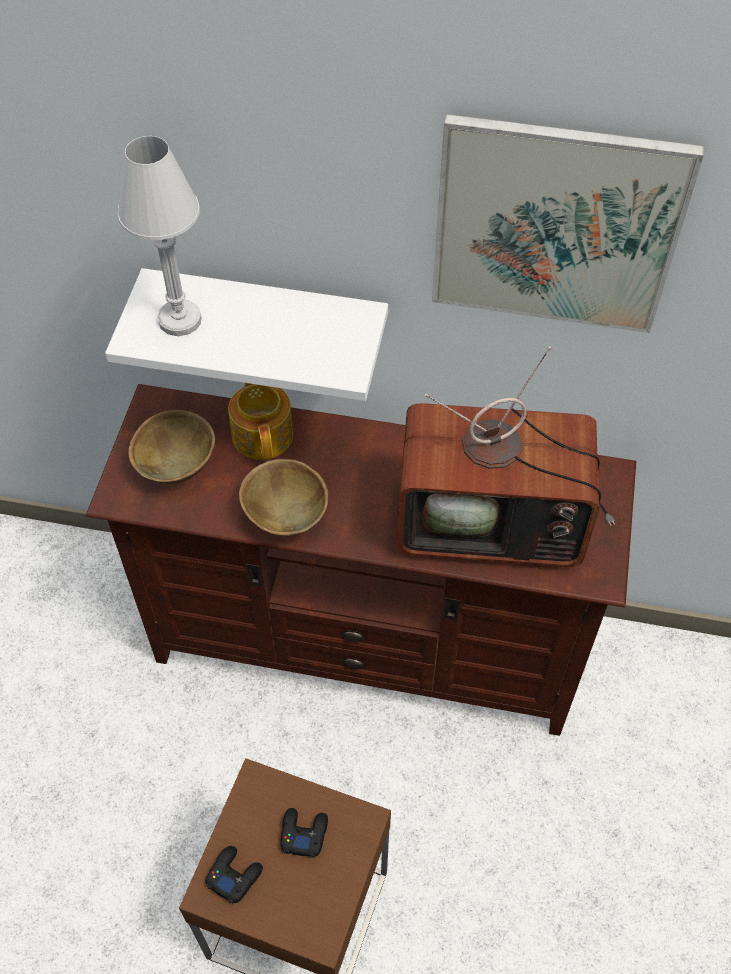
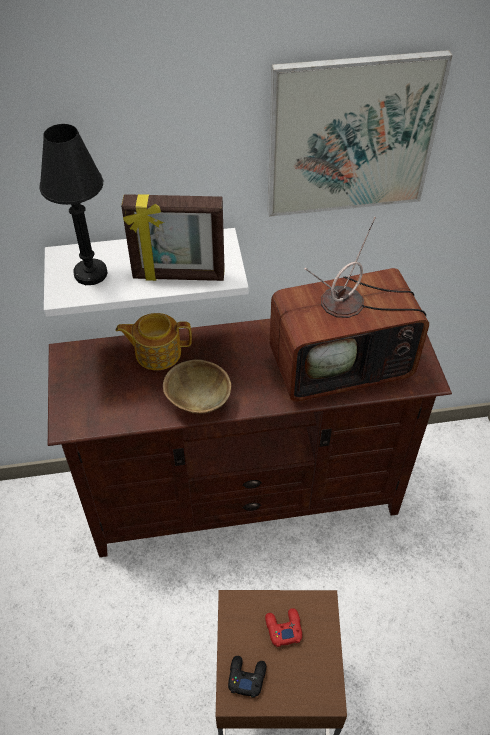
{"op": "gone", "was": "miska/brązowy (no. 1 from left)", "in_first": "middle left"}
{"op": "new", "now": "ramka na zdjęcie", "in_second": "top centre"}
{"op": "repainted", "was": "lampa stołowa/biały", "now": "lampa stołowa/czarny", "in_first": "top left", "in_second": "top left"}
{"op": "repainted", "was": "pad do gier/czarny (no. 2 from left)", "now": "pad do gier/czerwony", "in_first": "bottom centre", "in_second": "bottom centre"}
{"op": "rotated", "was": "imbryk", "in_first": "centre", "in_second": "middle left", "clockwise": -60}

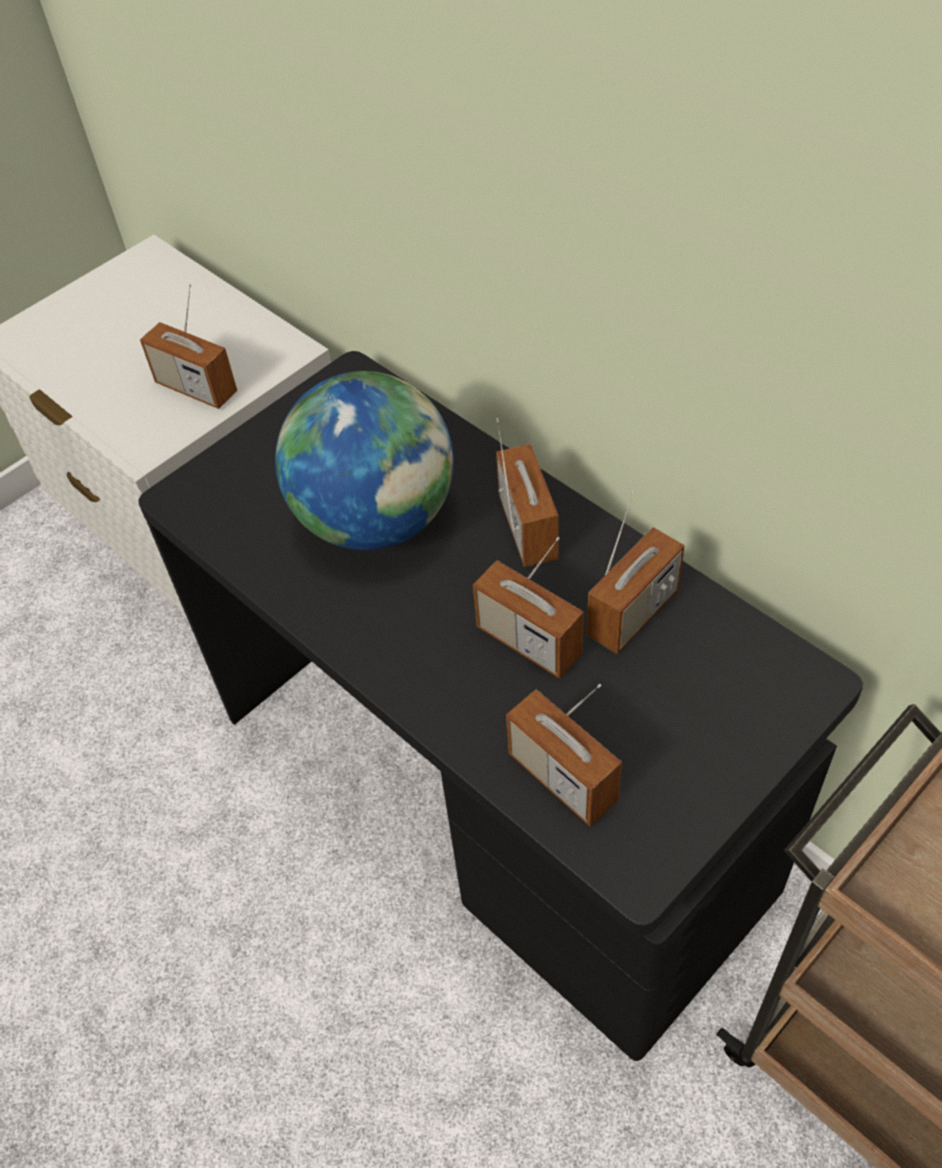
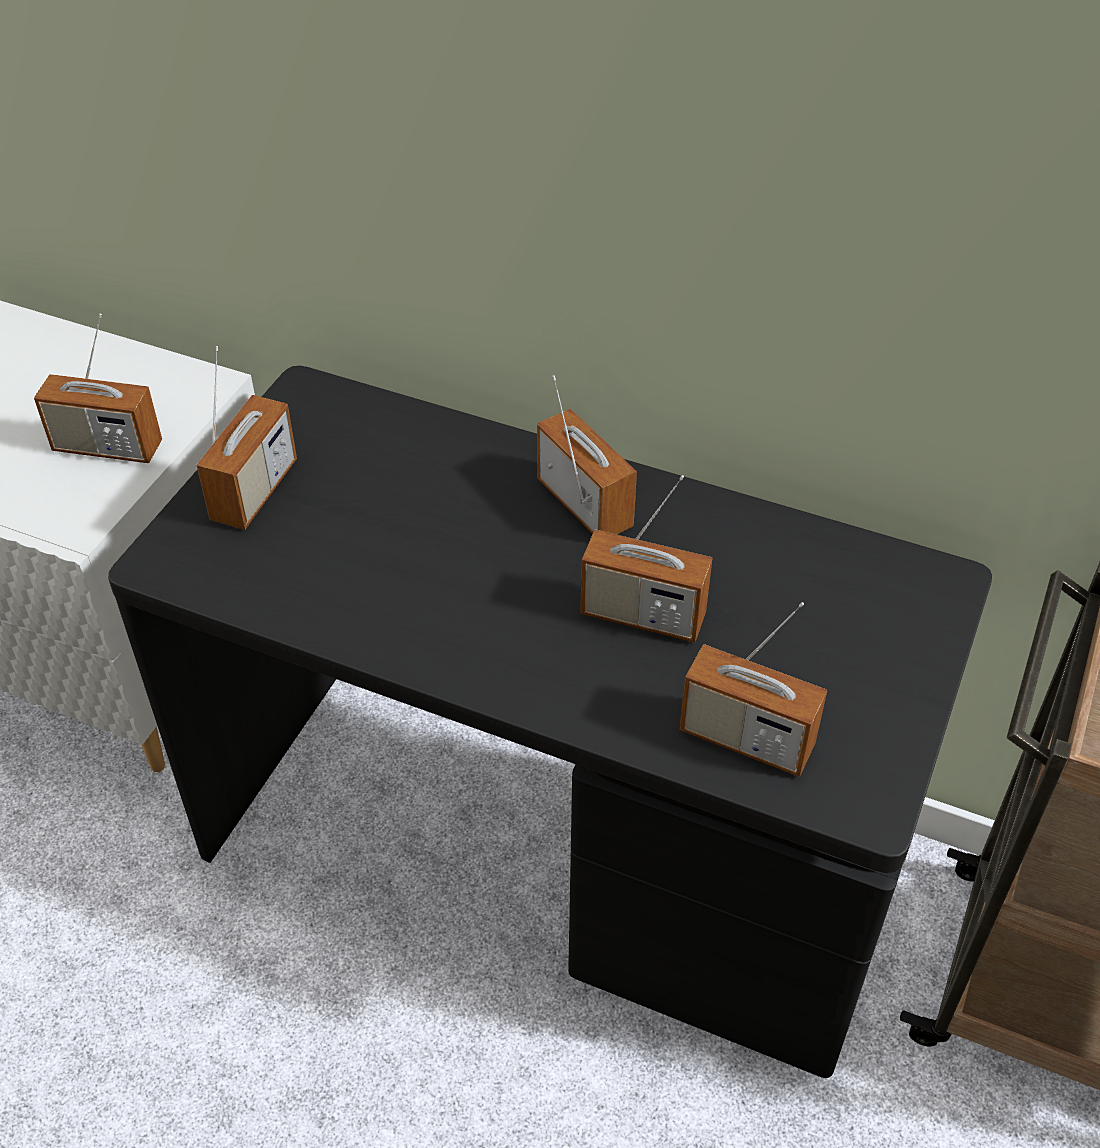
{"op": "gone", "was": "globus", "in_first": "centre"}
{"op": "shifted", "was": "radio (no. 5 from left in the first image)", "now": "radio (no. 2 from left)", "in_first": "middle right", "in_second": "middle left"}

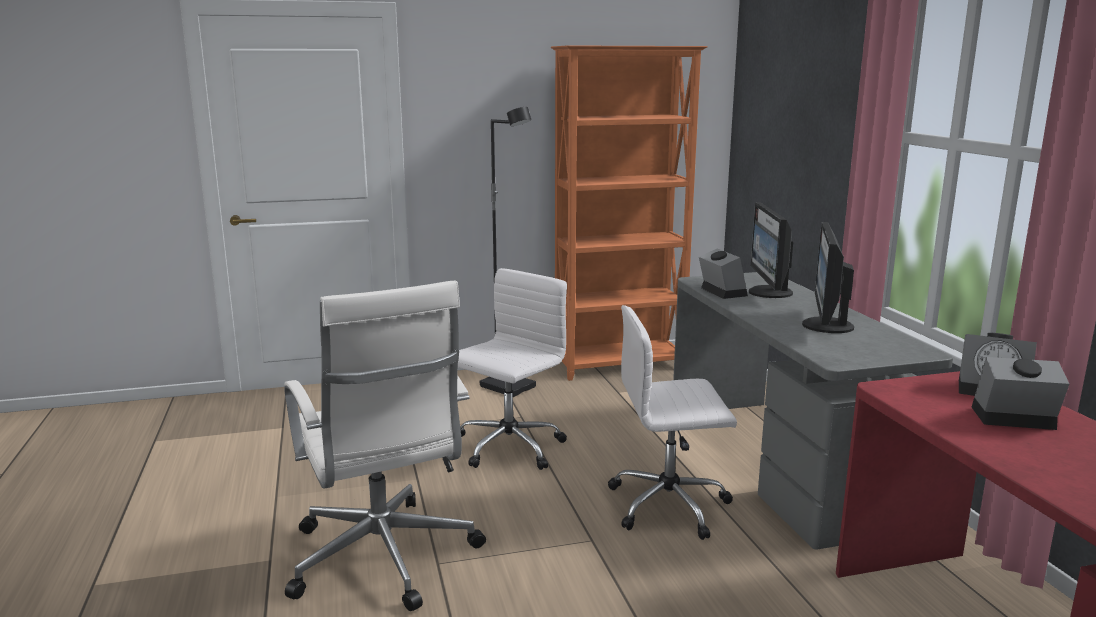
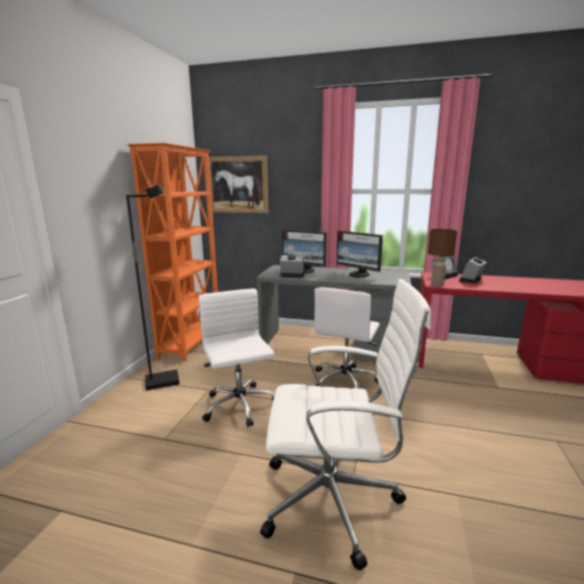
{"op": "new", "now": "obraz", "in_second": "top centre"}
{"op": "new", "now": "lampa stołowa/brązowy", "in_second": "middle right"}

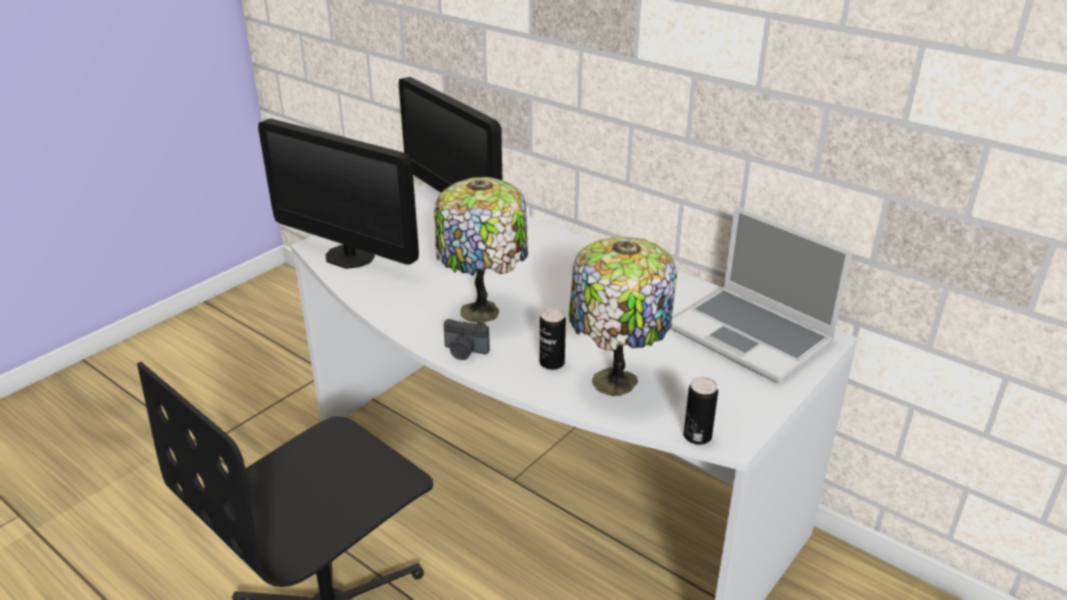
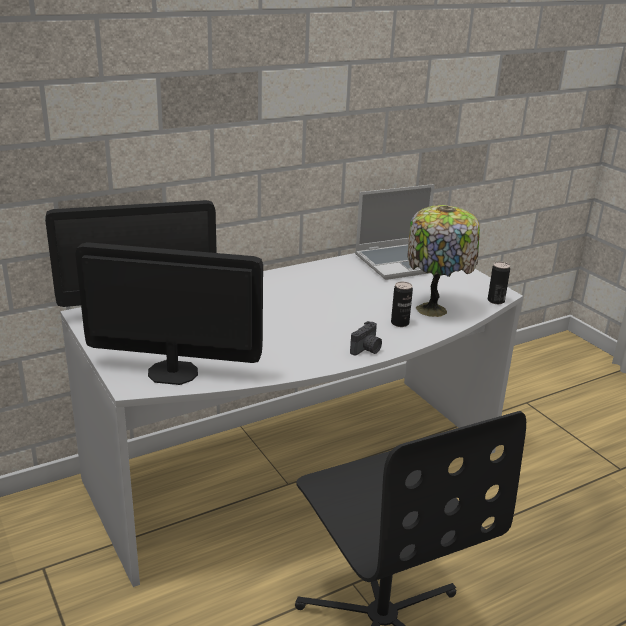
{"op": "gone", "was": "lampa stołowa (no. 1 from left)", "in_first": "centre"}
{"op": "rotated", "was": "monitor (no. 1 from left in the first image)", "in_first": "top left", "in_second": "middle left", "clockwise": -135}

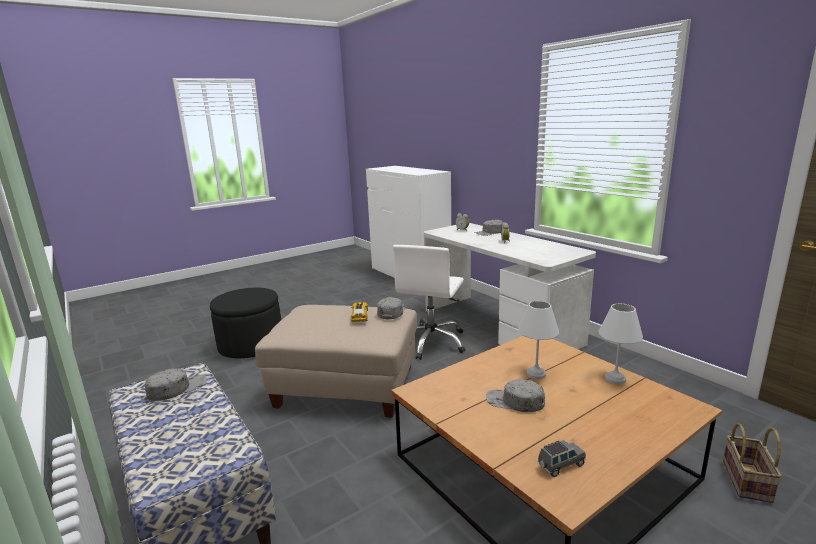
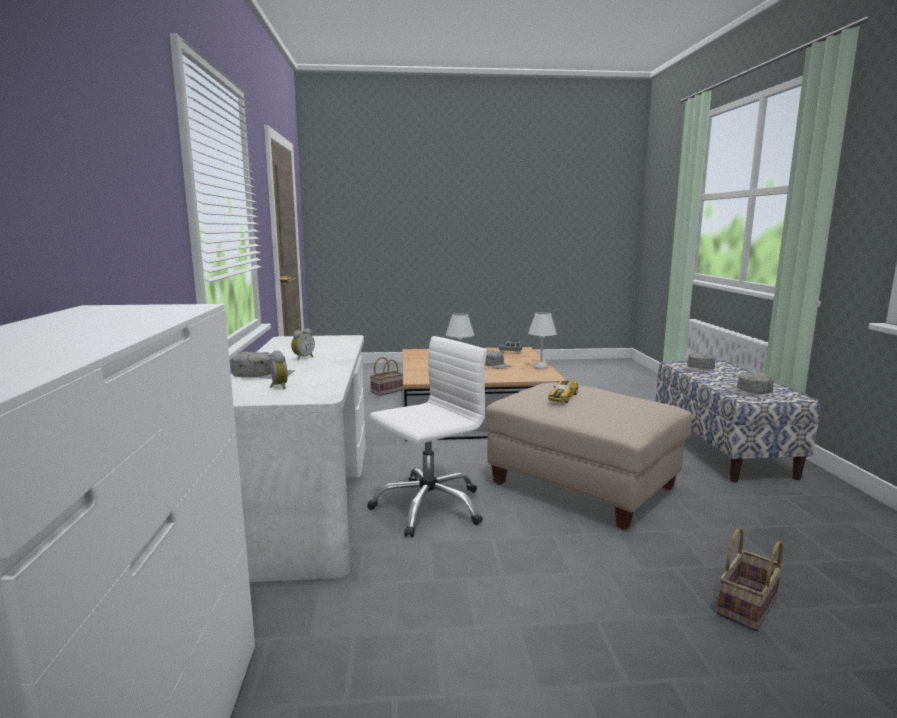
{"op": "shifted", "was": "czapka z daszkiem/szary (no. 2 from left in the first image)", "now": "czapka z daszkiem/szary (no. 3 from left)", "in_first": "centre", "in_second": "middle right"}
{"op": "shifted", "was": "lampa stołowa/biały (no. 2 from left)", "in_first": "middle right", "in_second": "centre"}
{"op": "swapped", "was": "pufa/czarny", "now": "koszyk (no. 2 from left)", "in_first": "middle left", "in_second": "bottom right"}

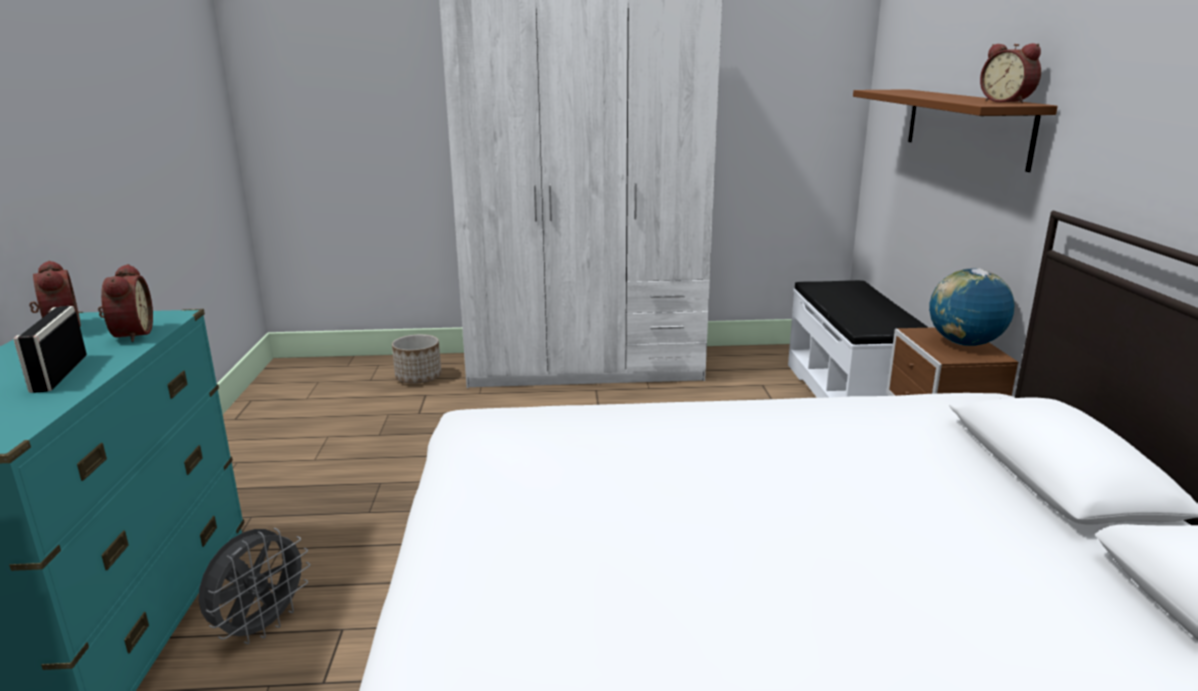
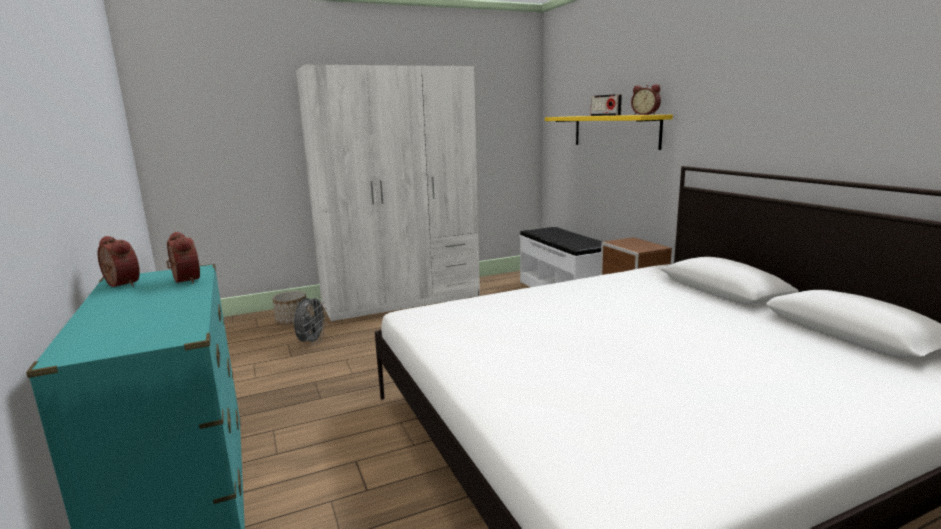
{"op": "gone", "was": "globus", "in_first": "middle right"}
{"op": "shifted", "was": "radio", "in_first": "middle left", "in_second": "top centre"}
{"op": "shifted", "was": "wentylator/szary", "in_first": "bottom left", "in_second": "middle left"}
{"op": "repainted", "was": "półka/brązowy", "now": "półka/żółty", "in_first": "top right", "in_second": "top centre"}

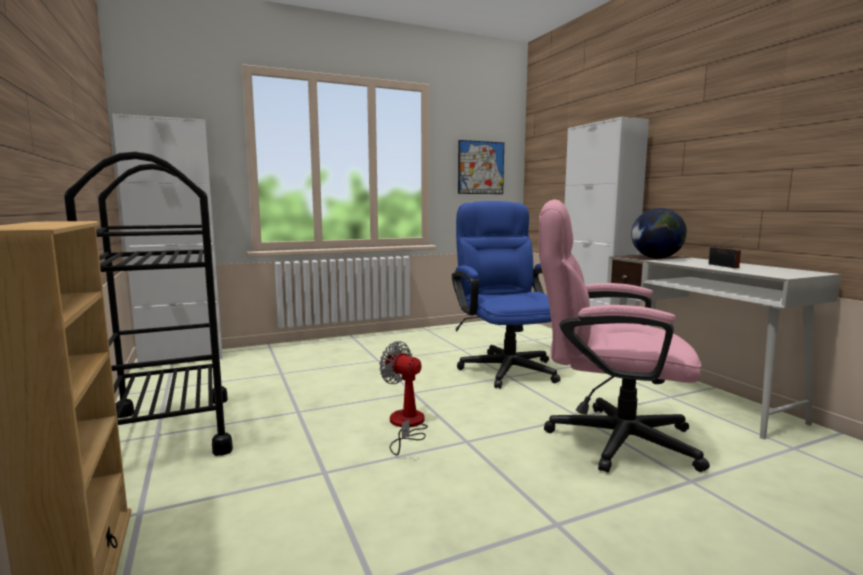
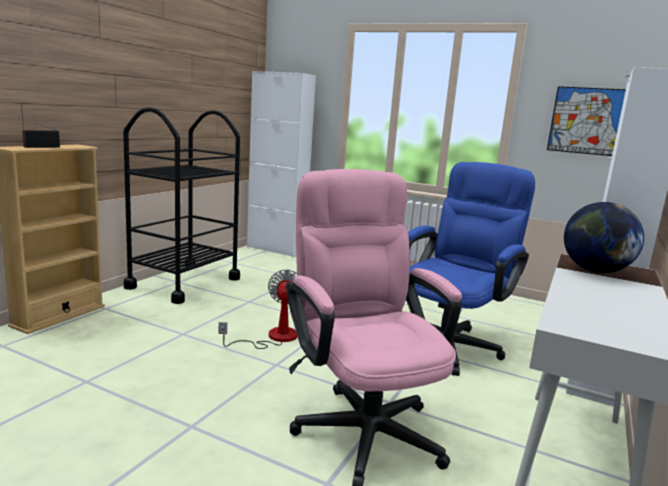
{"op": "shifted", "was": "radio", "in_first": "middle right", "in_second": "top left"}

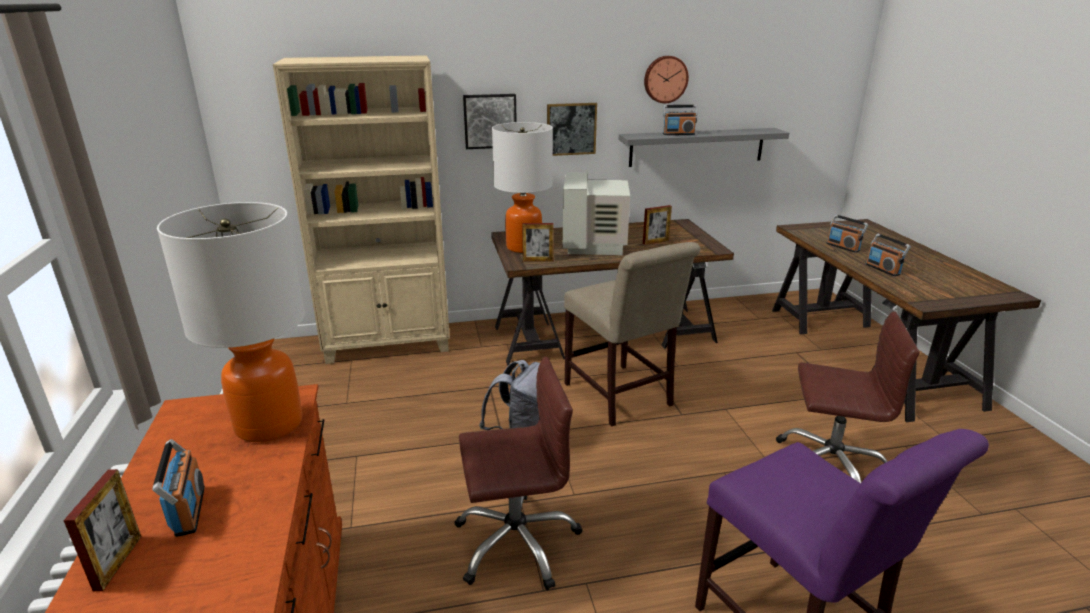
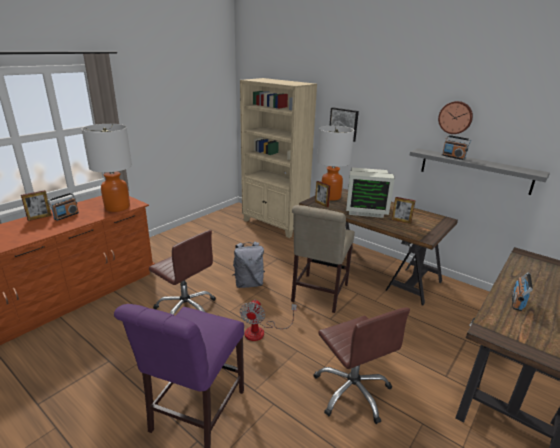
{"op": "gone", "was": "obraz (no. 2 from left)", "in_first": "top centre"}
{"op": "gone", "was": "radio (no. 3 from left)", "in_first": "middle right"}
{"op": "new", "now": "wentylator", "in_second": "bottom centre"}
{"op": "rotated", "was": "monitor", "in_first": "centre", "in_second": "centre", "clockwise": -135}

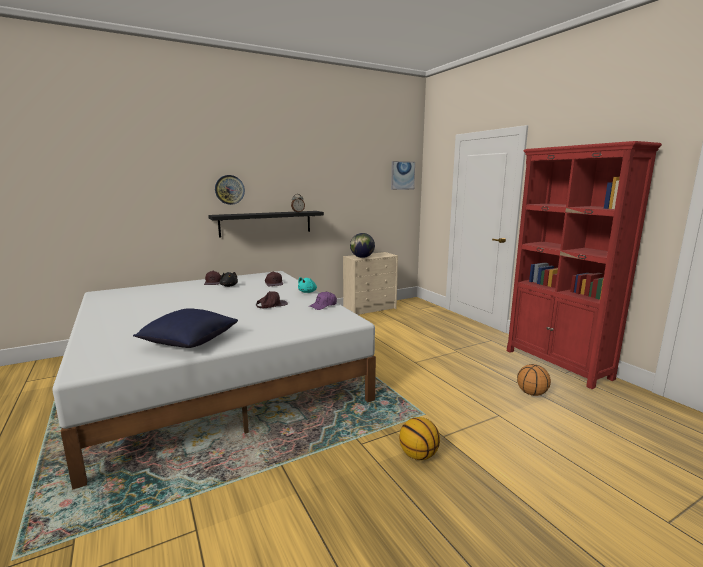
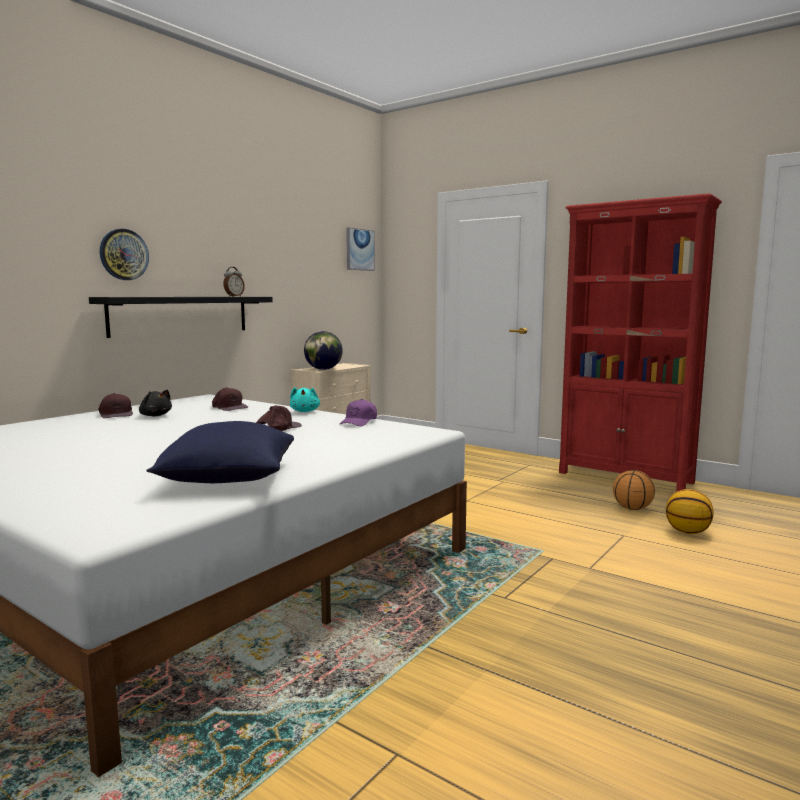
{"op": "shifted", "was": "piłka do koszykówki (no. 1 from left in the first image)", "now": "piłka do koszykówki (no. 2 from left)", "in_first": "bottom centre", "in_second": "middle right"}

